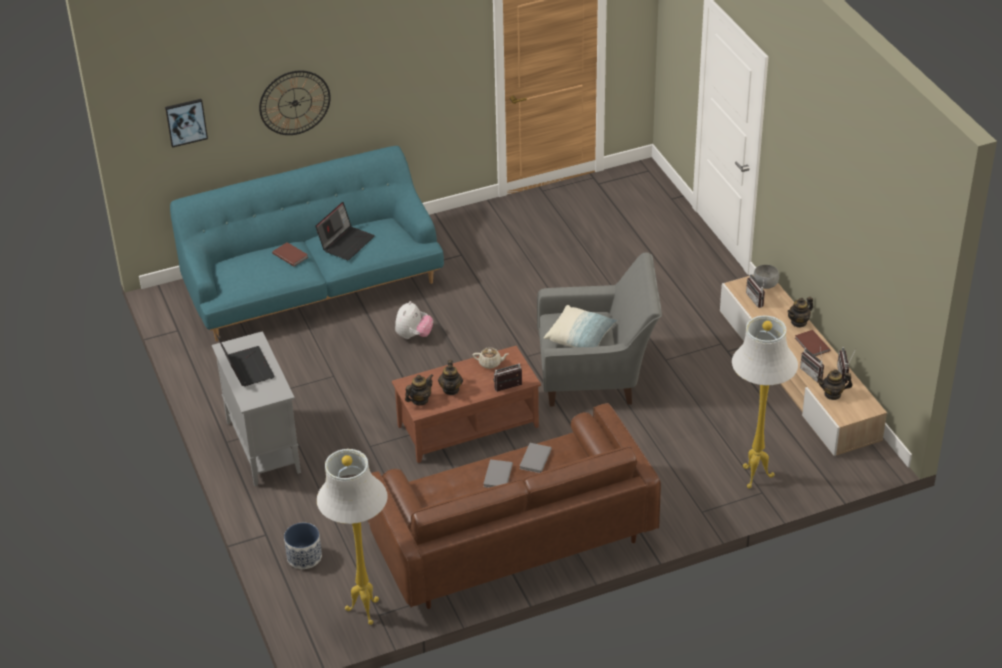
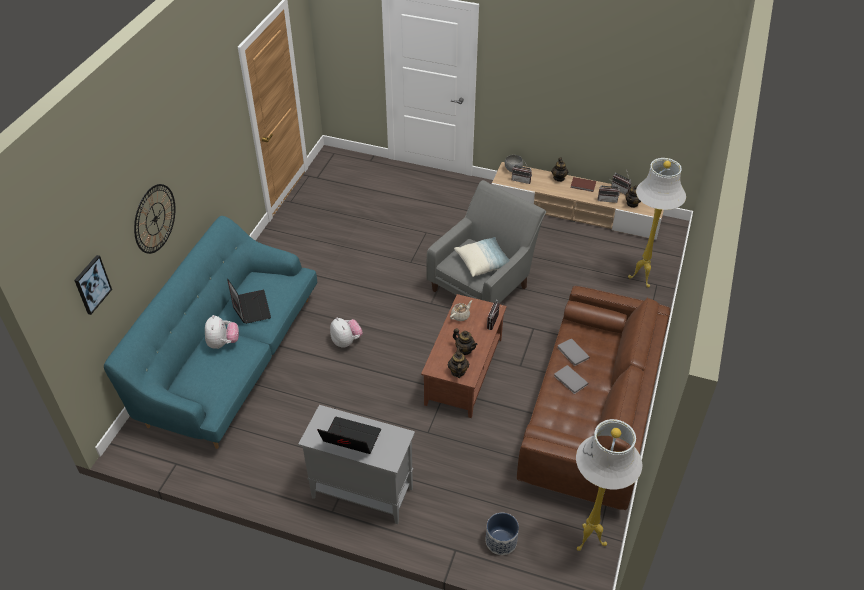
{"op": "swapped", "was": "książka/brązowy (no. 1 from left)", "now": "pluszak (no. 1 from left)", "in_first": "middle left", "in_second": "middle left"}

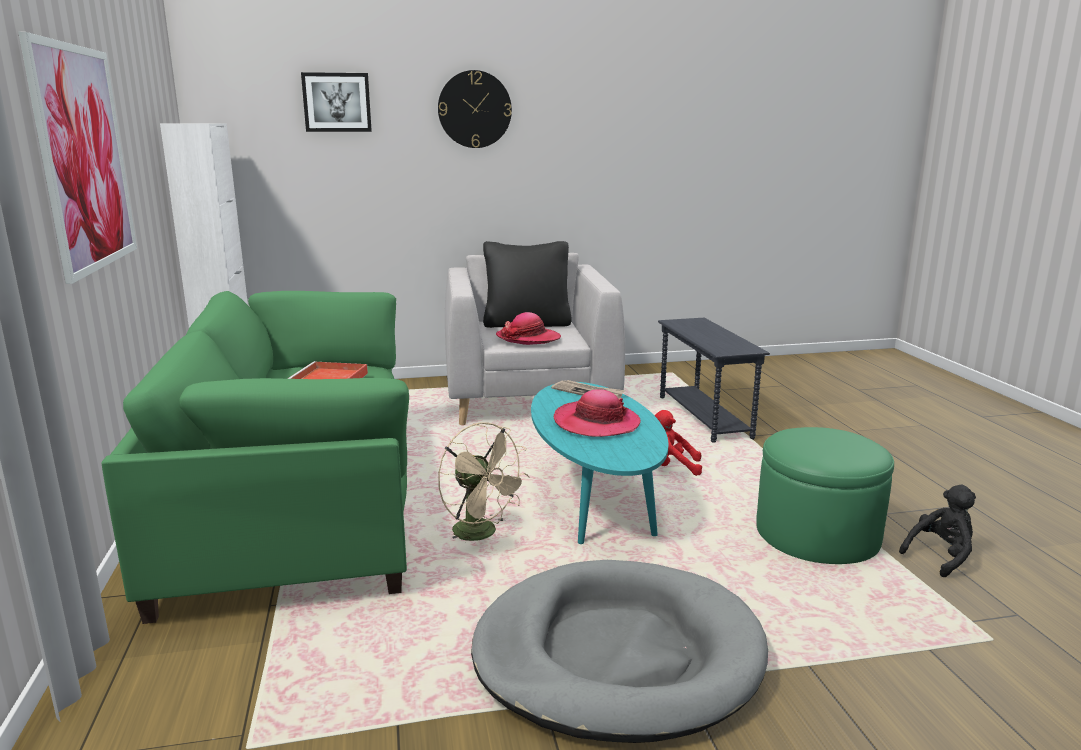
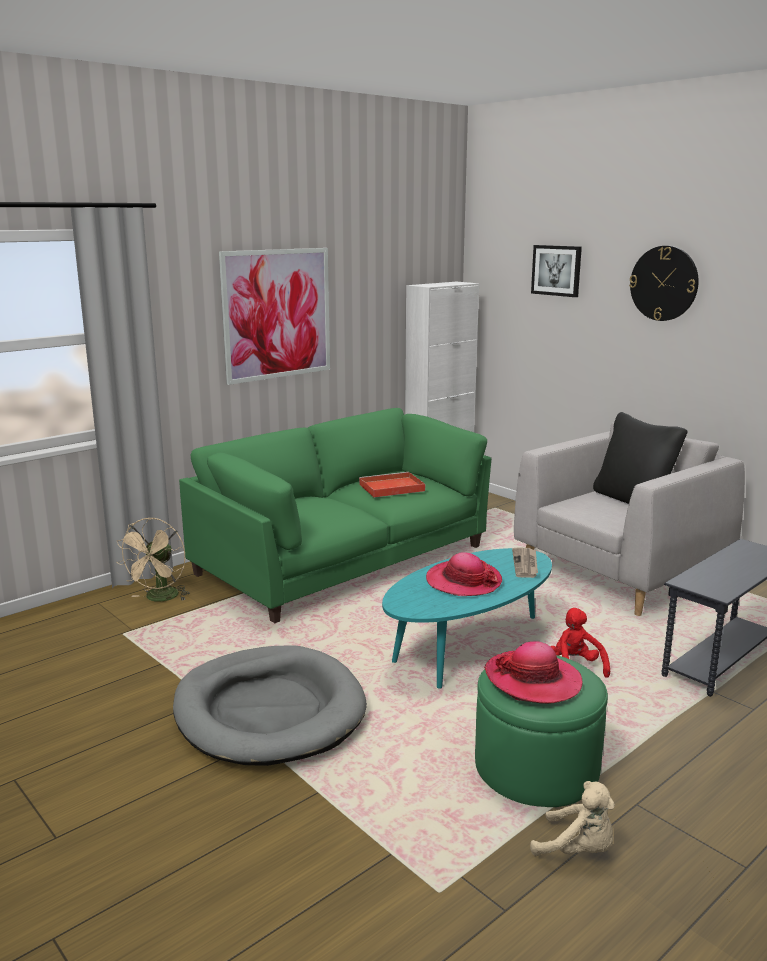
{"op": "shifted", "was": "wentylator/beżowy", "in_first": "centre", "in_second": "middle left"}
{"op": "shifted", "was": "kapelusz (no. 1 from left in the first image)", "now": "kapelusz (no. 2 from left)", "in_first": "centre", "in_second": "bottom right"}
{"op": "repainted", "was": "pluszak/czarny", "now": "pluszak/beżowy", "in_first": "bottom right", "in_second": "bottom right"}

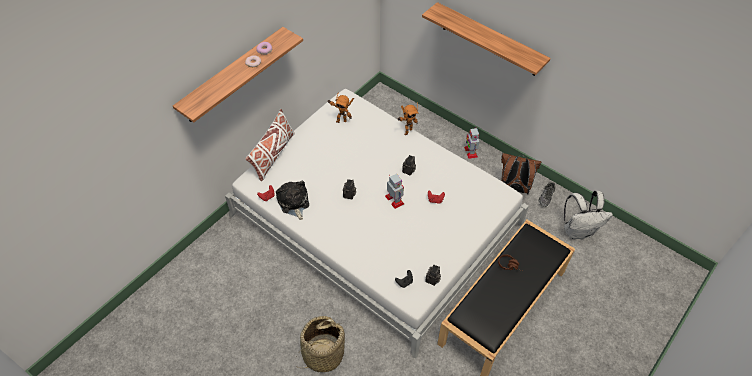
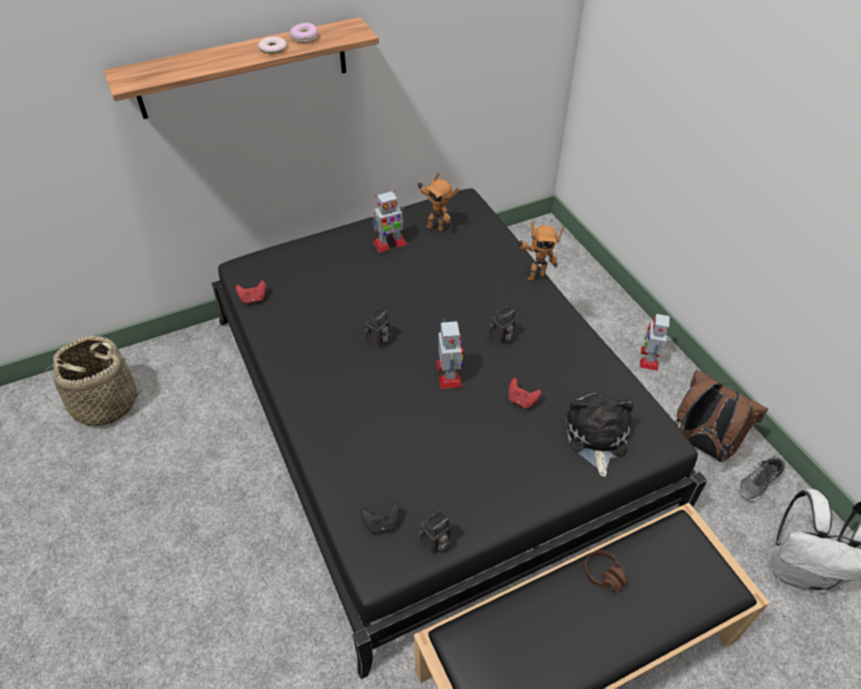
{"op": "gone", "was": "poduszka/biały", "in_first": "centre"}
{"op": "gone", "was": "półka (no. 2 from left)", "in_first": "top centre"}
{"op": "new", "now": "robot zabawkowy (no. 1 from left)", "in_second": "top centre"}
{"op": "shifted", "was": "pluszak", "in_first": "centre", "in_second": "middle right"}
{"op": "shifted", "was": "koszyk", "in_first": "bottom centre", "in_second": "middle left"}
{"op": "repainted", "was": "łóżko/biały", "now": "łóżko/czarny", "in_first": "centre", "in_second": "centre"}

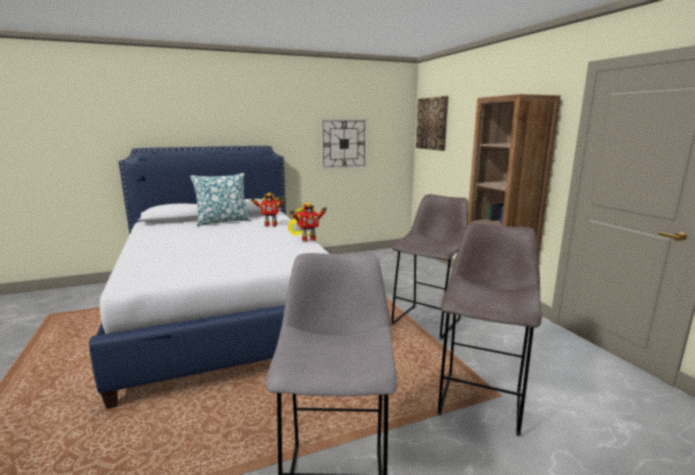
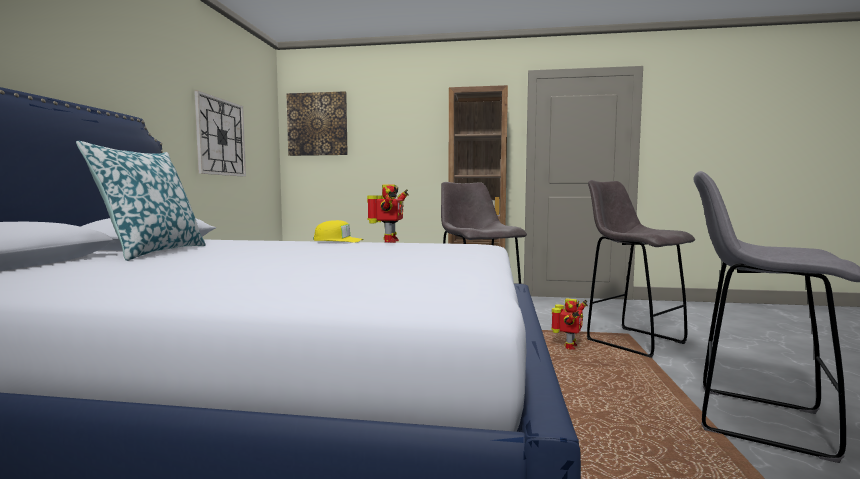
{"op": "shifted", "was": "robot zabawkowy (no. 1 from left in the first image)", "now": "robot zabawkowy (no. 2 from left)", "in_first": "centre", "in_second": "bottom centre"}

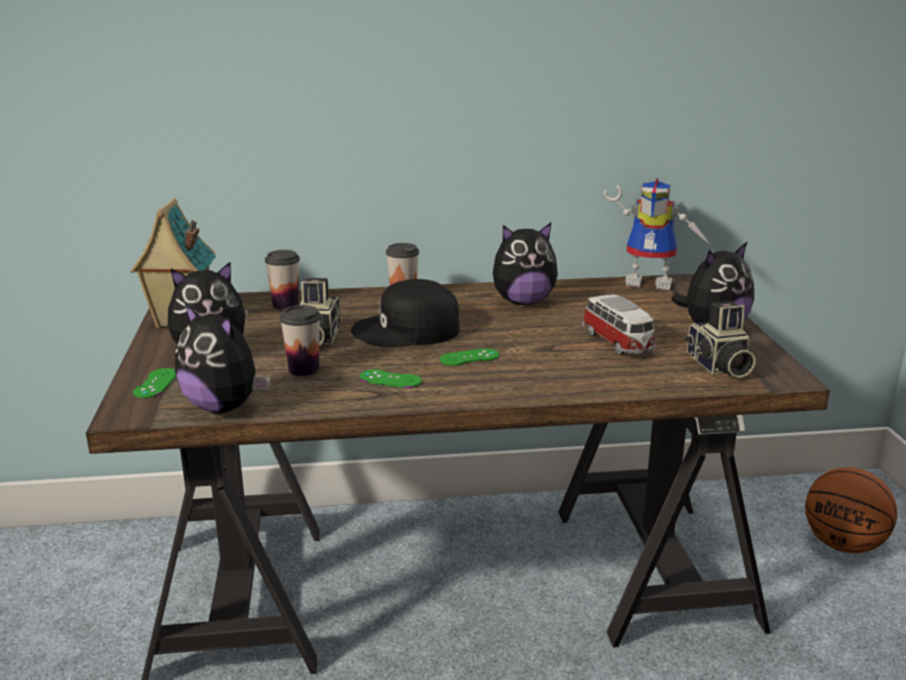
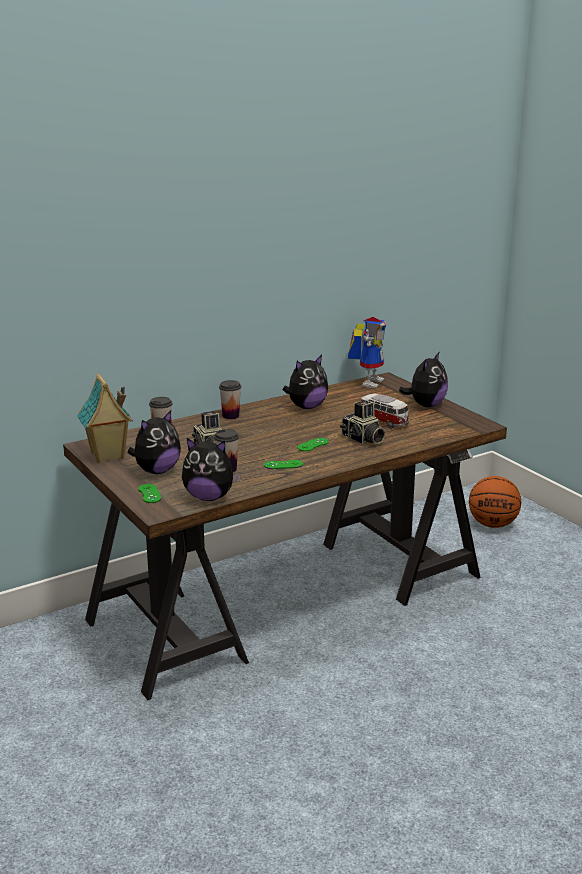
{"op": "gone", "was": "czapka z daszkiem/czarny", "in_first": "centre"}
{"op": "shifted", "was": "aparat fotograficzny (no. 2 from left)", "in_first": "middle right", "in_second": "centre"}
{"op": "rotated", "was": "robot zabawkowy", "in_first": "middle right", "in_second": "centre", "clockwise": -60}

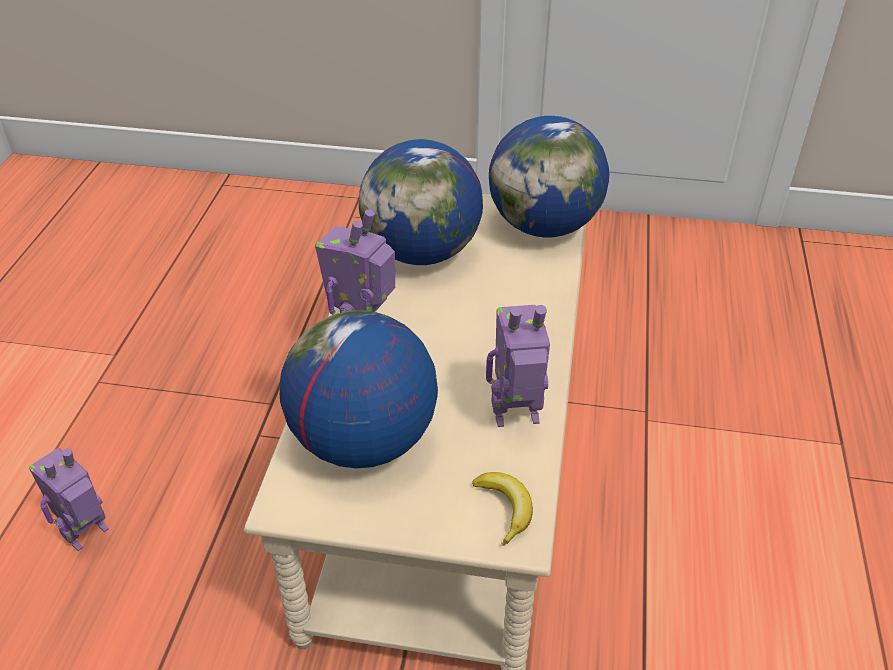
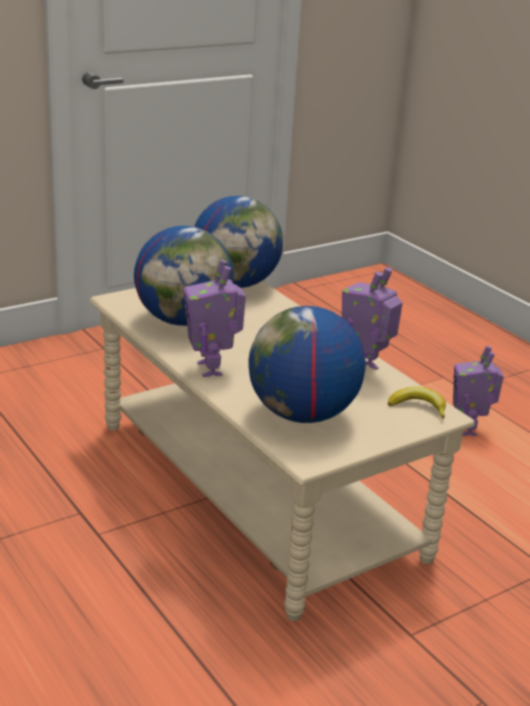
{"op": "shifted", "was": "robot zabawkowy (no. 1 from left in the first image)", "now": "robot zabawkowy (no. 3 from left)", "in_first": "bottom left", "in_second": "middle right"}

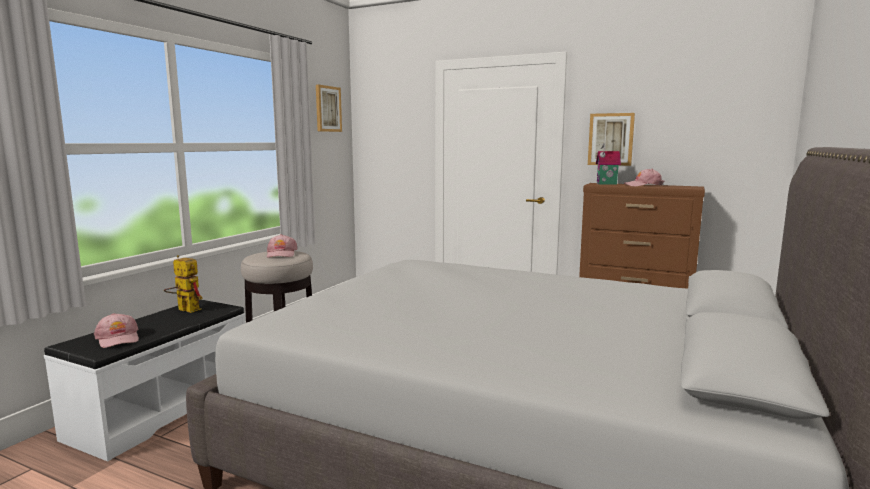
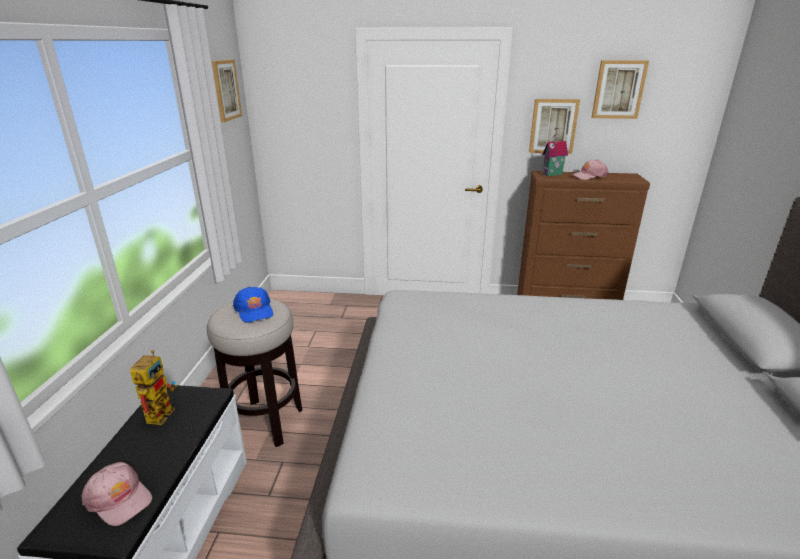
{"op": "new", "now": "obraz (no. 3 from left)", "in_second": "top right"}
{"op": "repainted", "was": "czapka z daszkiem/różowy (no. 2 from left)", "now": "czapka z daszkiem/niebieski", "in_first": "middle left", "in_second": "middle left"}
{"op": "rotated", "was": "robot zabawkowy", "in_first": "middle left", "in_second": "bottom left", "clockwise": 90}

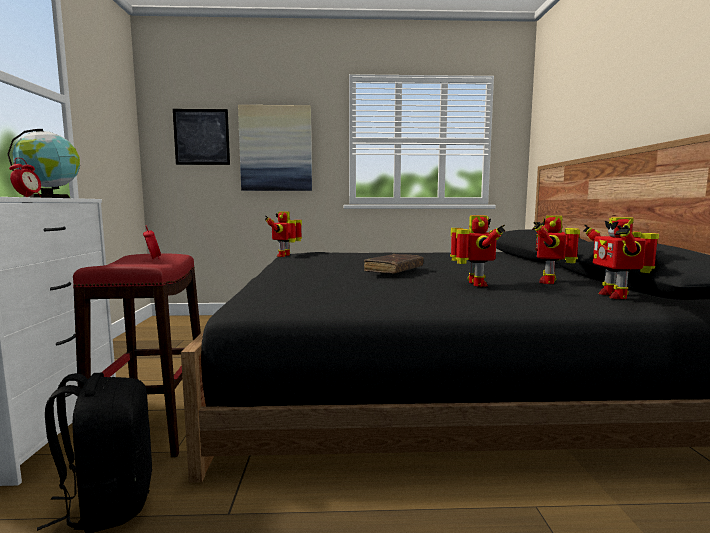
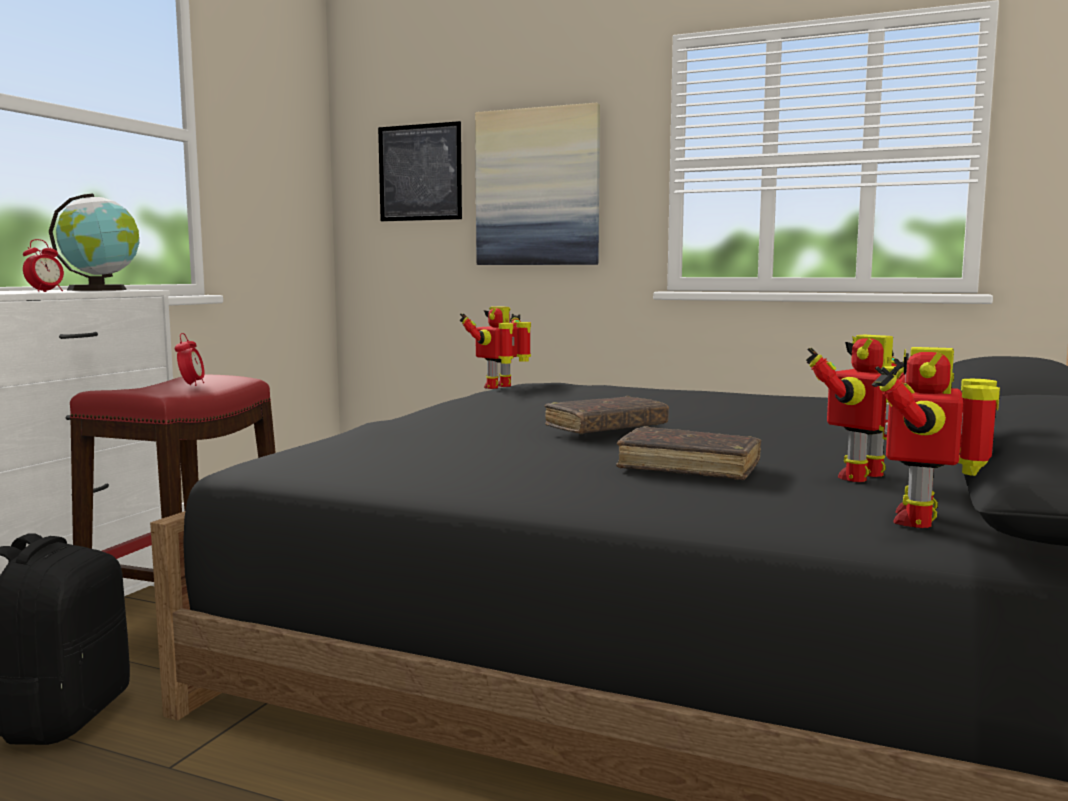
{"op": "swapped", "was": "robot zabawkowy (no. 2 from left)", "now": "książka/brązowy (no. 2 from left)", "in_first": "middle right", "in_second": "centre"}

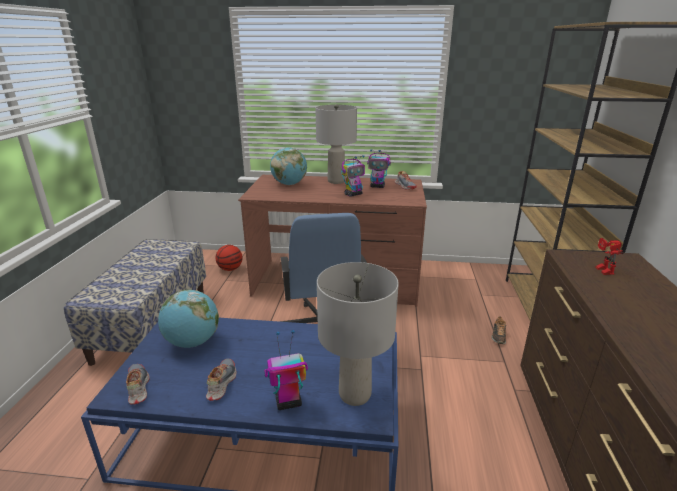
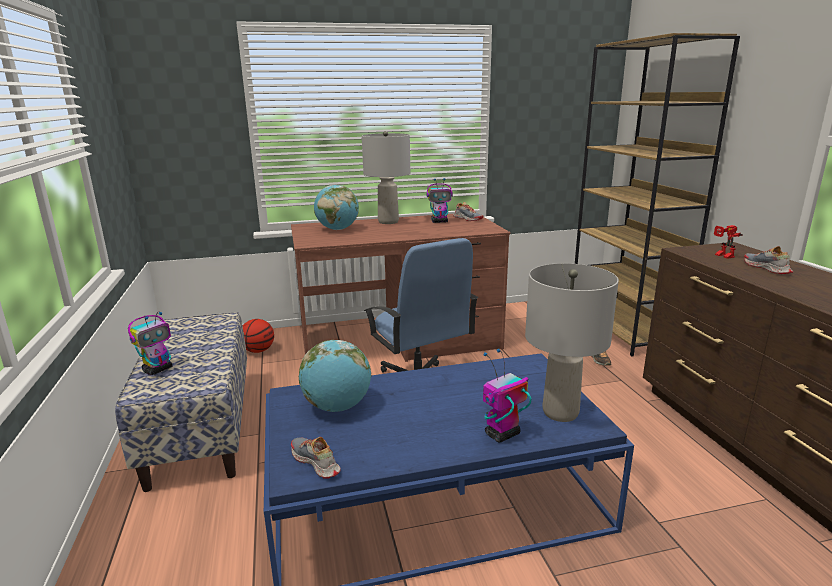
{"op": "shifted", "was": "but (no. 2 from left in the first image)", "now": "but (no. 4 from left)", "in_first": "bottom left", "in_second": "middle right"}
{"op": "shifted", "was": "robot zabawkowy (no. 2 from left in the first image)", "now": "robot zabawkowy (no. 1 from left)", "in_first": "centre", "in_second": "middle left"}

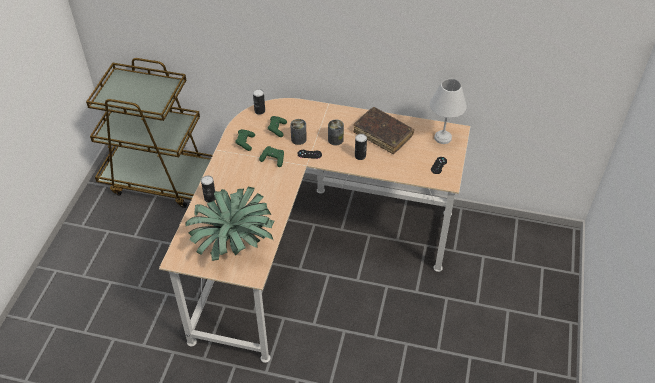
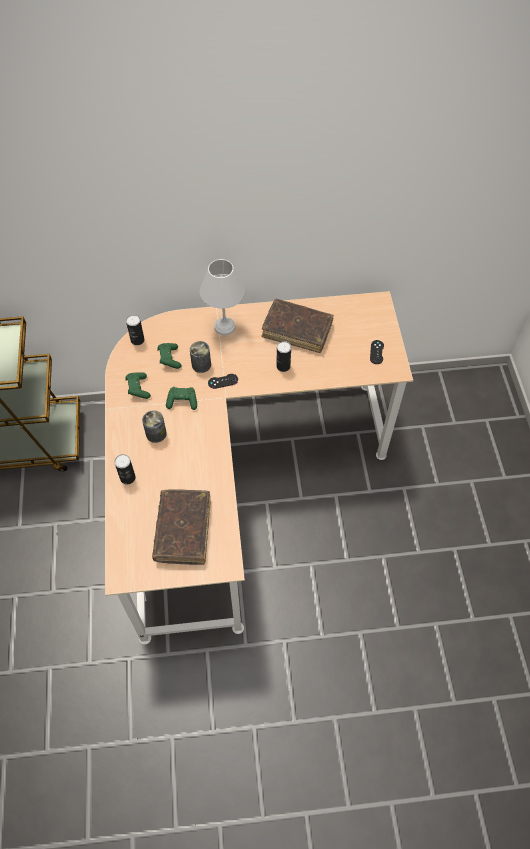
{"op": "shifted", "was": "puszka (no. 4 from left in the first image)", "now": "puszka (no. 3 from left)", "in_first": "centre", "in_second": "middle left"}
{"op": "shifted", "was": "lampa stołowa/biały", "in_first": "top right", "in_second": "centre"}
{"op": "swapped", "was": "roślina doniczkowa", "now": "książka/brązowy (no. 1 from left)", "in_first": "centre", "in_second": "centre"}

